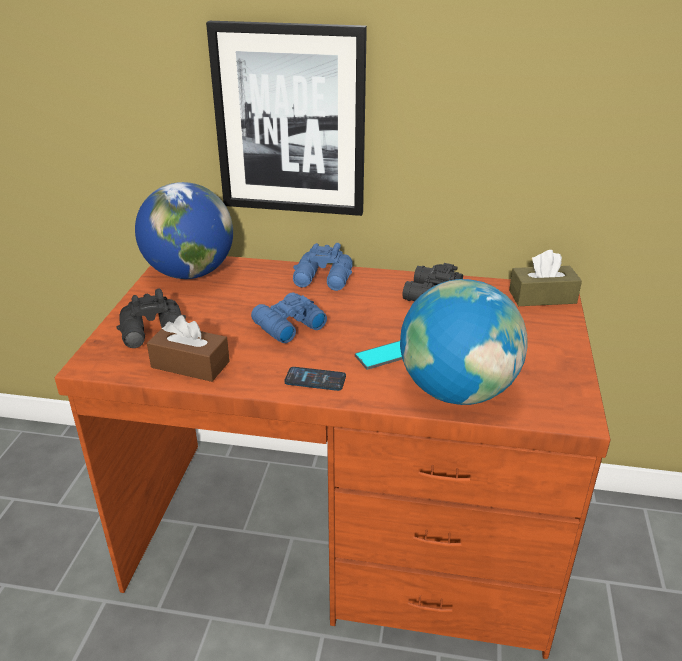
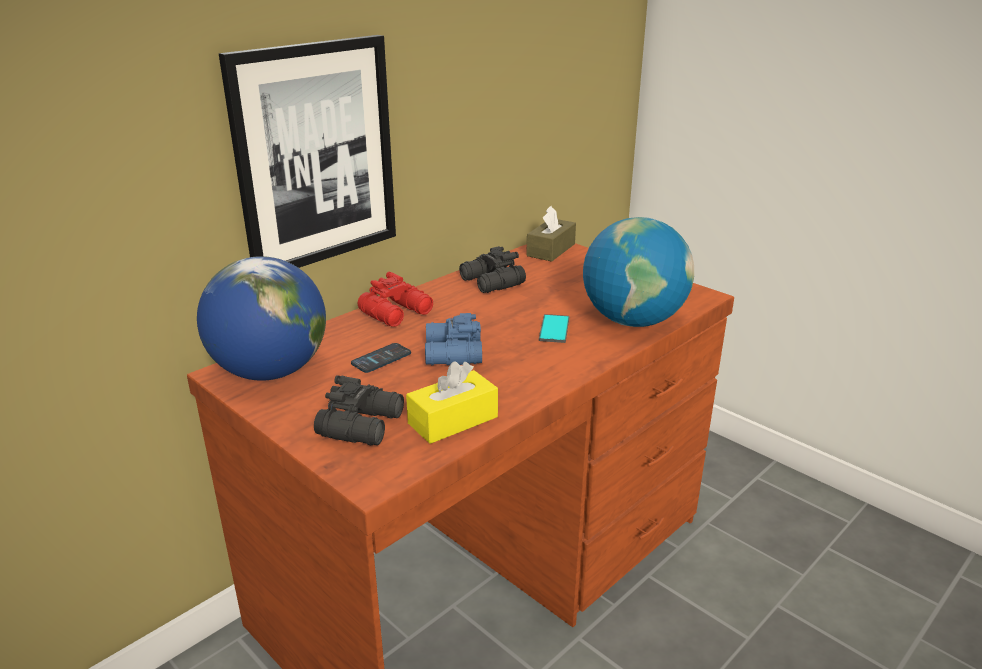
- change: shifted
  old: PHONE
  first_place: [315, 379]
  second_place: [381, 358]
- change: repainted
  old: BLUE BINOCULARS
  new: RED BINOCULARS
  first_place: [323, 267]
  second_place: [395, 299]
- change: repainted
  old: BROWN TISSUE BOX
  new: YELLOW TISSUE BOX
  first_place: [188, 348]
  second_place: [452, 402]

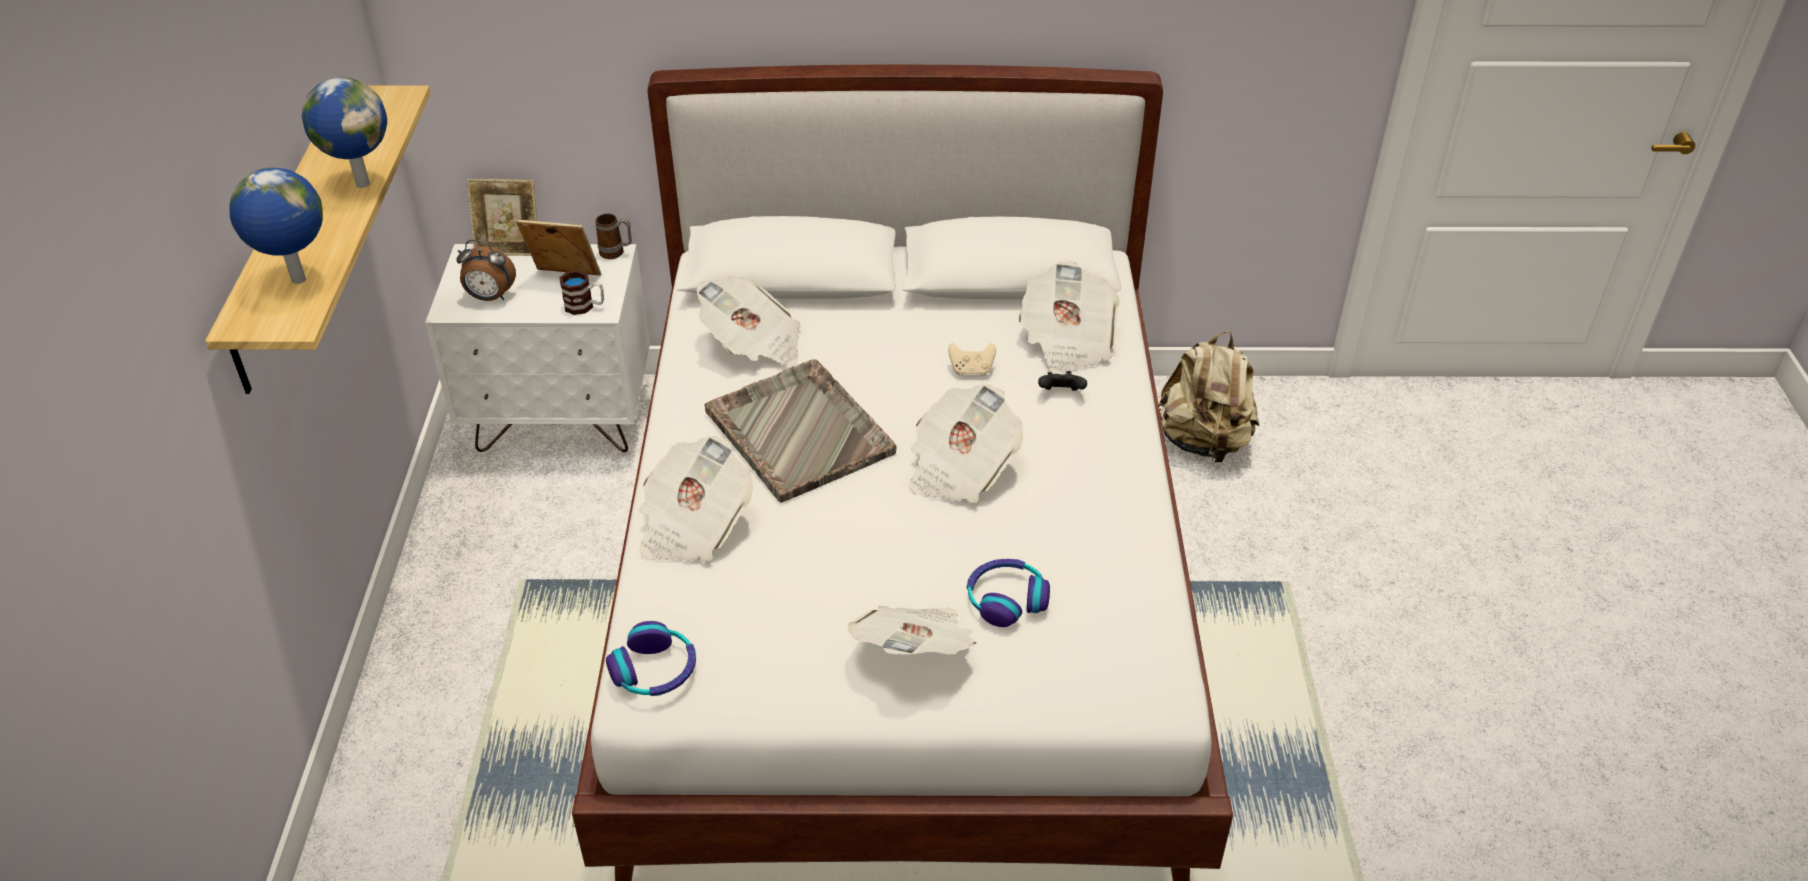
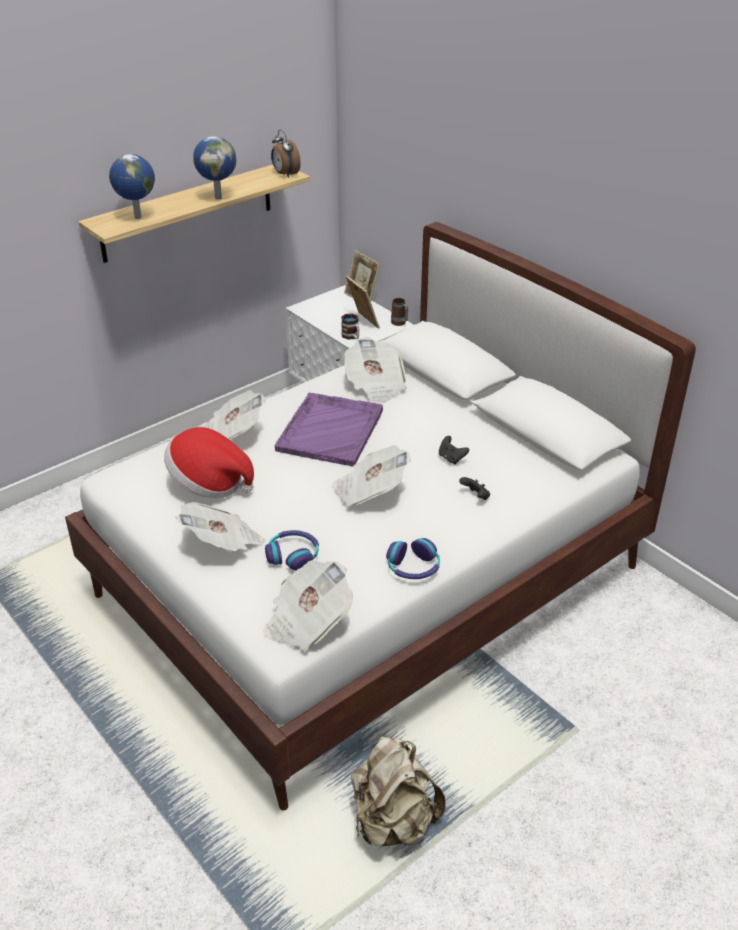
- change: new
  new: HAT
  second_place: [209, 462]
- change: shifted
  old: NEWSPAPER
  first_place: [1069, 318]
  second_place: [308, 605]
- change: shifted
  old: ALARM CLOCK
  first_place: [486, 270]
  second_place: [286, 154]
- change: repainted
  old: GREY TRAY
  new: PURPLE TRAY
  first_place: [800, 430]
  second_place: [329, 430]
- change: shifted
  old: BEIGE BACKPACK
  first_place: [1209, 397]
  second_place: [398, 791]
- change: shifted
  old: HEADPHONES
  first_place: [651, 658]
  second_place: [413, 558]
- change: repainted
  old: BEIGE GAME CONTROLLER
  new: BLACK GAME CONTROLLER
  first_place: [972, 359]
  second_place: [454, 450]

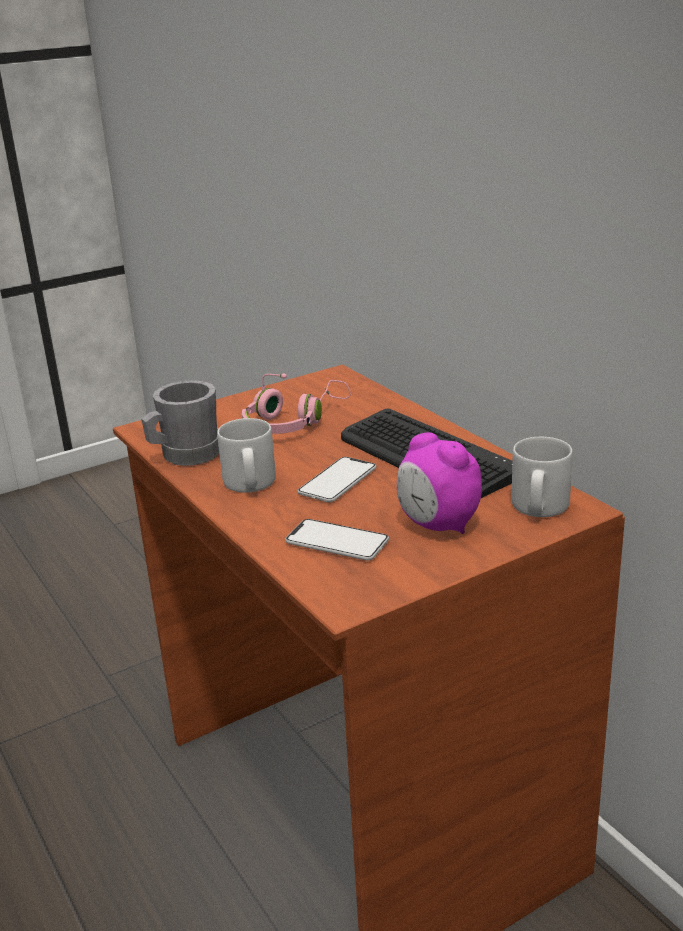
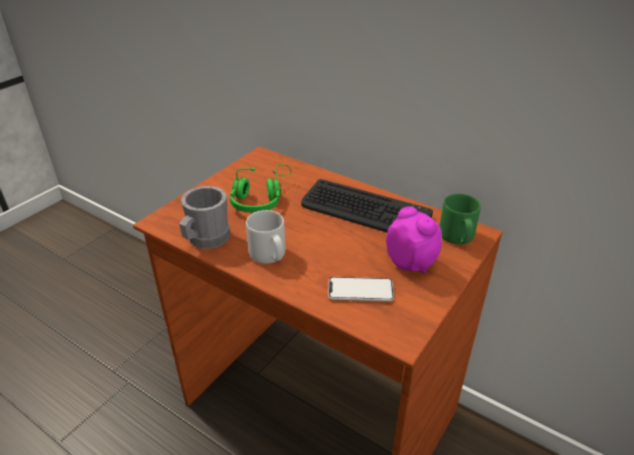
- change: repainted
  old: PINK HEADPHONES
  new: GREEN HEADPHONES
  first_place: [296, 403]
  second_place: [260, 189]
- change: rotated
  old: ALARM CLOCK
  first_place: [439, 483]
  second_place: [414, 240]
  degrees: -150
- change: repainted
  old: GREY MUG
  new: GREEN MUG
  first_place: [542, 477]
  second_place: [460, 218]
- change: gone
  old: PHONE
  first_place: [336, 479]

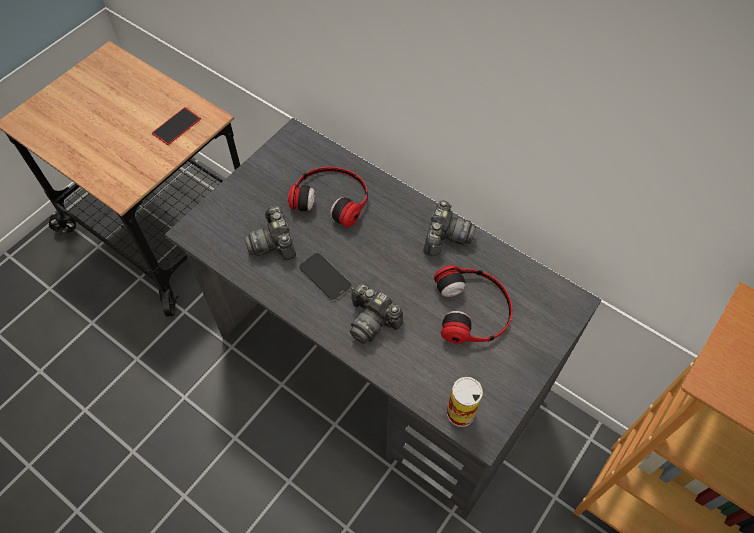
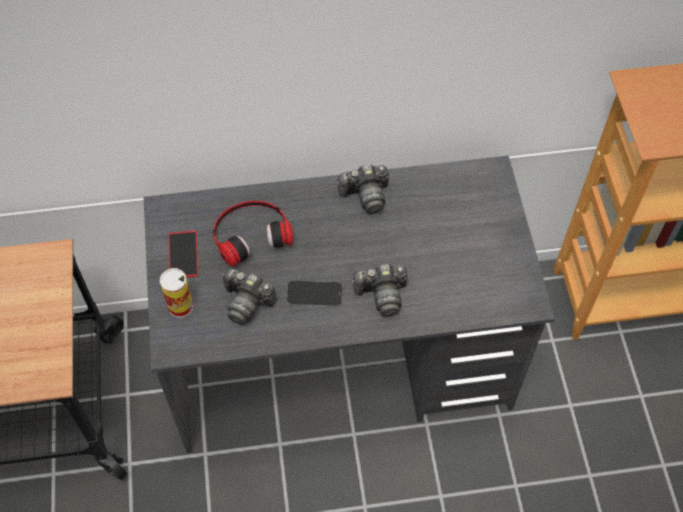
- change: shifted
  old: CAN
  first_place: [465, 402]
  second_place: [177, 293]
- change: shifted
  old: PHONE
  first_place: [176, 126]
  second_place: [183, 254]
- change: rotated
  old: PHOTO CAMERA
  first_place: [449, 228]
  second_place: [363, 189]
  degrees: 105
- change: gone
  old: HEADPHONES
  first_place: [473, 304]

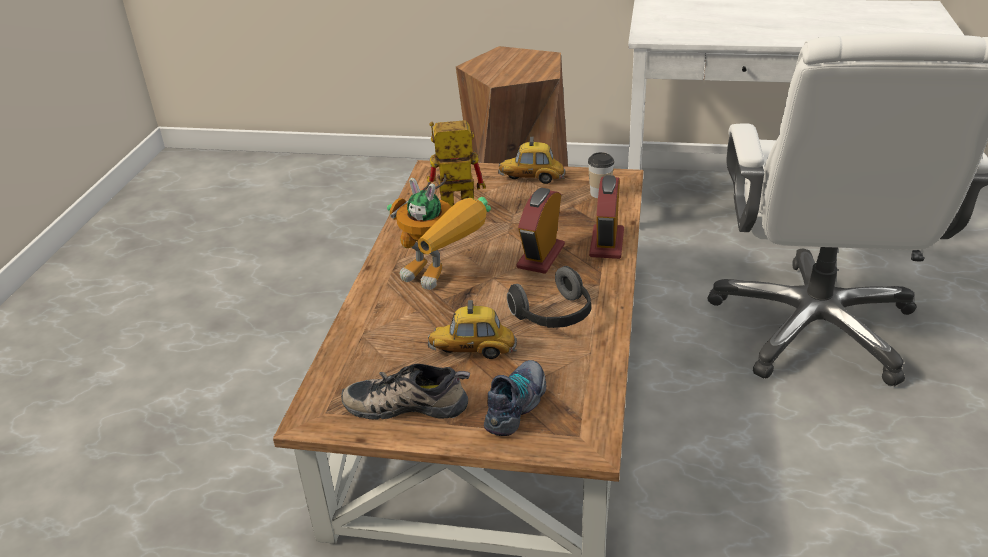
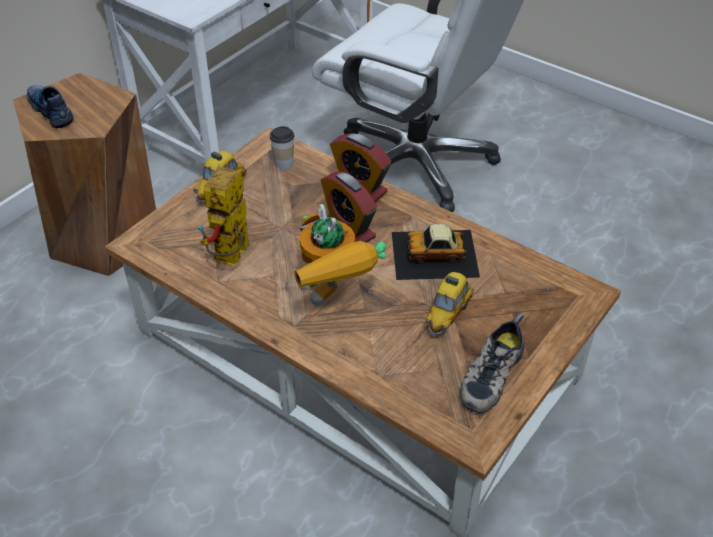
- change: shifted
  old: SHOE
  first_place: [515, 398]
  second_place: [50, 106]
- change: rotated
  old: TOY ROBOT
  first_place: [439, 234]
  second_place: [340, 255]
  degrees: 90
- change: swapped
  old: HEADPHONES
  new: TOY CAR
  first_place: [549, 297]
  second_place: [436, 252]

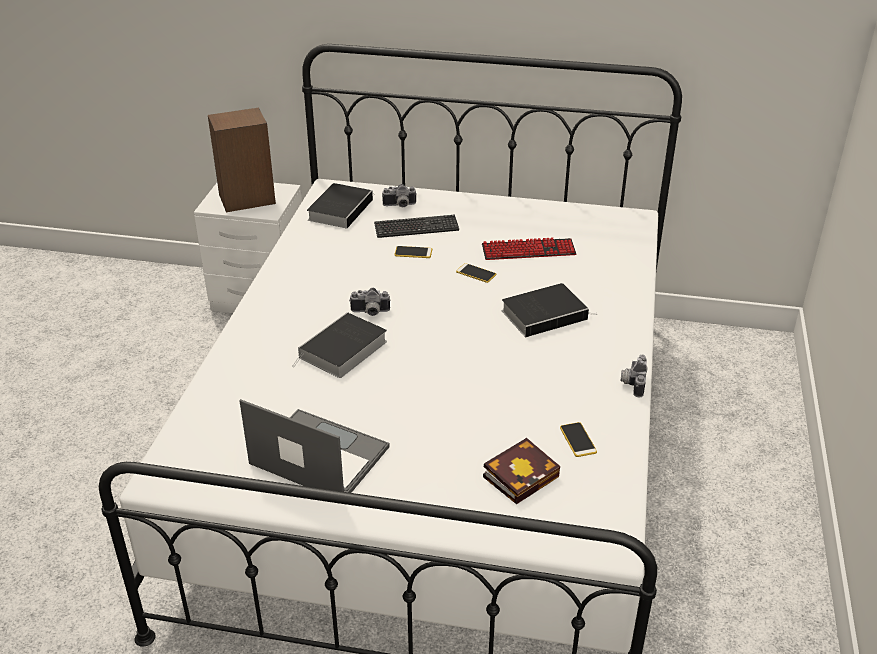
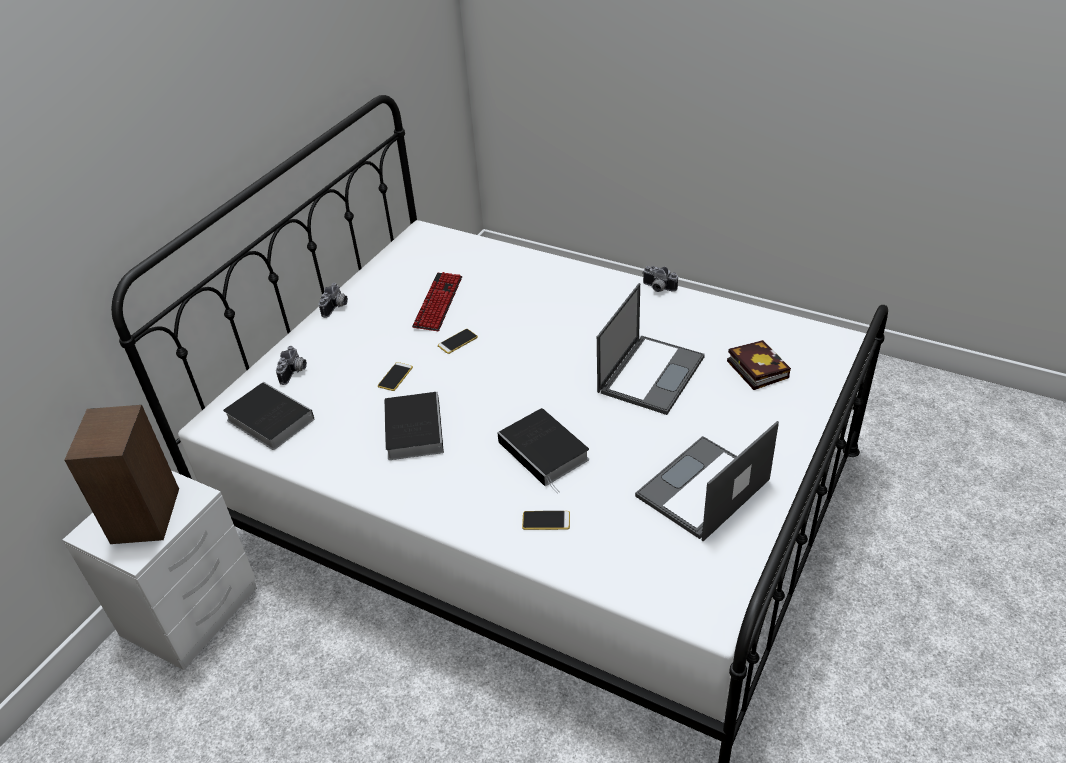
- change: shifted
  old: PHOTO CAMERA
  first_place: [369, 302]
  second_place: [333, 300]
- change: shifted
  old: BOOK
  first_place: [549, 310]
  second_place: [414, 426]
- change: shifted
  old: PHONE
  first_place: [578, 439]
  second_place: [546, 520]
- change: new
  new: LAPTOP
  second_place: [651, 349]
- change: gone
  old: KEYBOARD
  first_place: [416, 226]

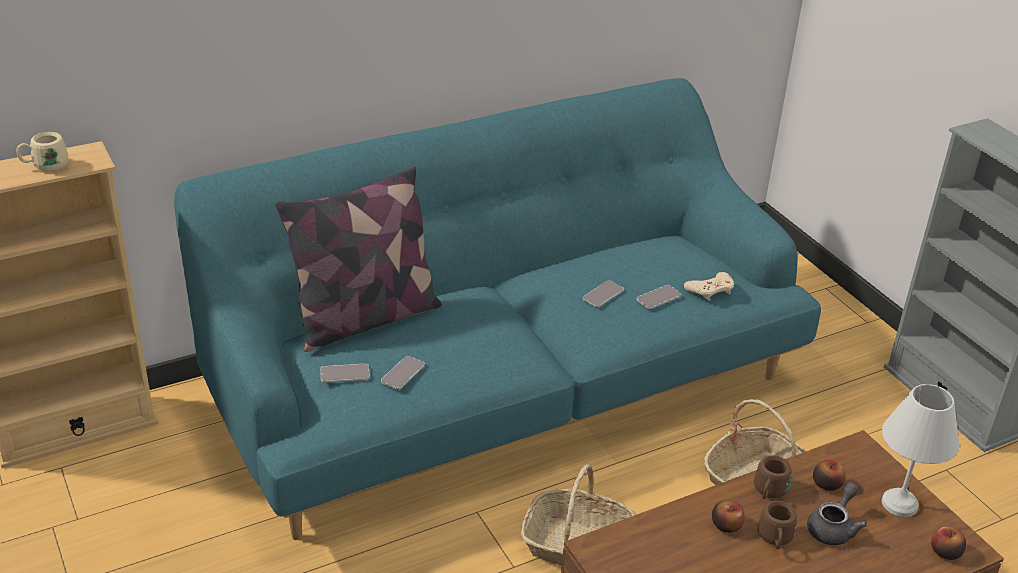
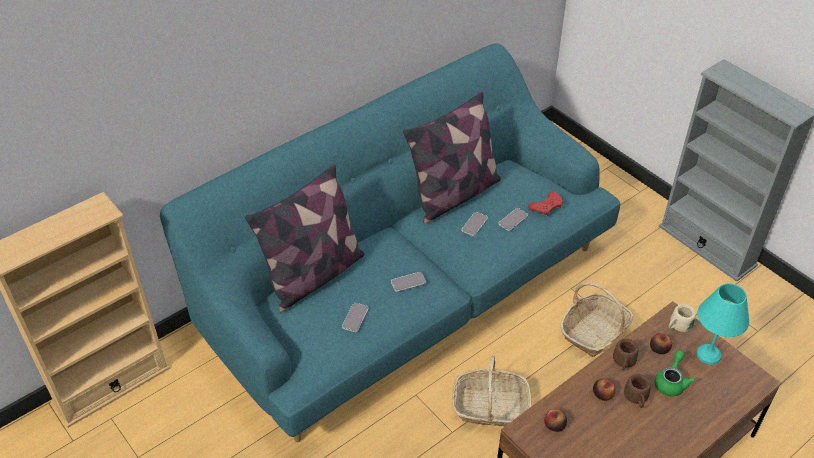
- change: shifted
  old: PHONE
  first_place: [345, 373]
  second_place: [408, 282]
- change: new
  new: PILLOW
  second_place: [452, 158]
- change: repainted
  old: BEIGE GAME CONTROLLER
  new: RED GAME CONTROLLER
  first_place: [709, 286]
  second_place: [545, 203]
- change: shifted
  old: APPLE
  first_place: [948, 543]
  second_place: [555, 420]
- change: repainted
  old: GREY TEAPOT
  new: GREEN TEAPOT
  first_place: [837, 513]
  second_place: [675, 373]
- change: shifted
  old: BEIGE MUG
  first_place: [42, 152]
  second_place: [682, 318]
- change: repainted
  old: WHITE TABLE LAMP
  new: TURQUOISE TABLE LAMP
  first_place: [920, 450]
  second_place: [723, 324]

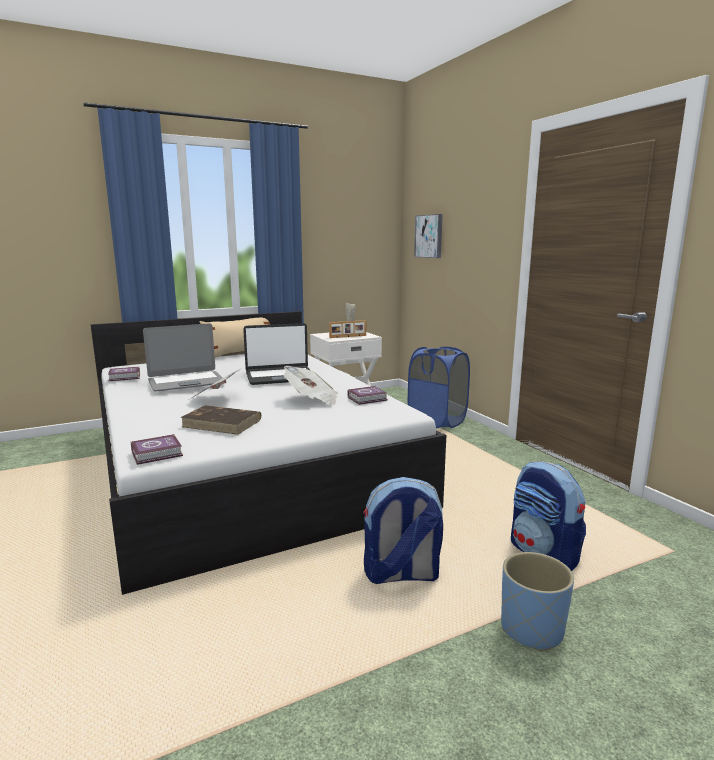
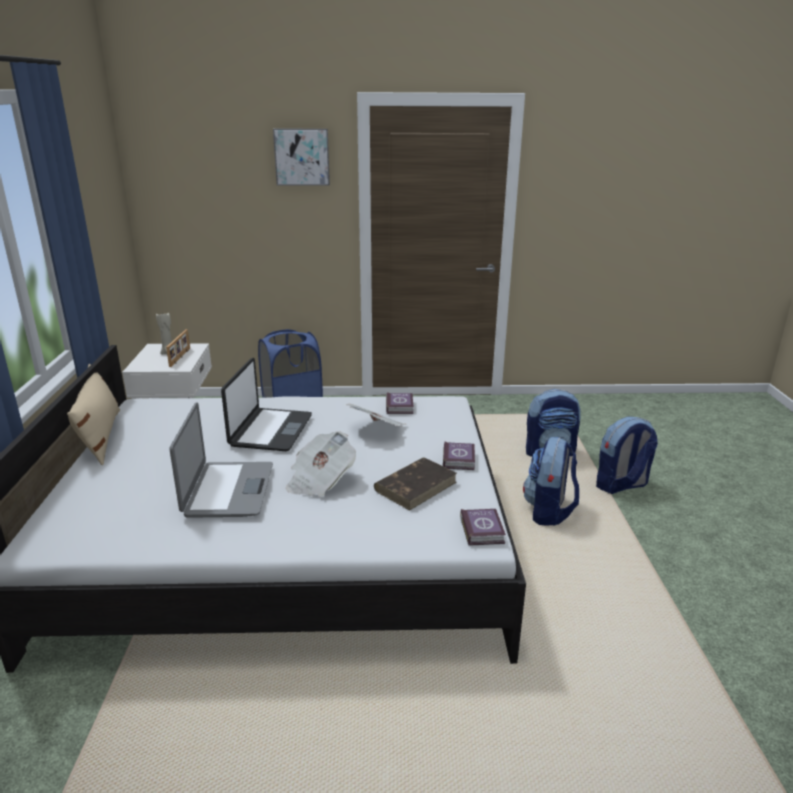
- change: shifted
  old: PICTURE
  first_place: [428, 236]
  second_place: [301, 157]
- change: shifted
  old: BOOK
  first_place: [124, 374]
  second_place: [459, 456]
- change: swapped
  old: BLUE PLANTER
  new: BACKPACK
  first_place: [537, 602]
  second_place: [627, 455]

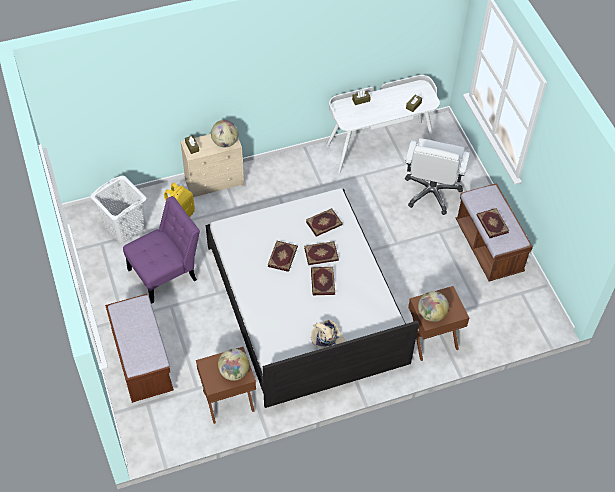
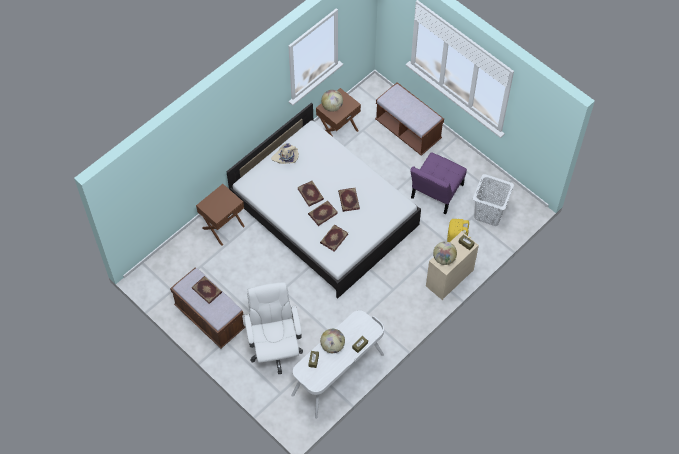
- change: shifted
  old: GLOBE
  first_place: [433, 306]
  second_place: [332, 341]

